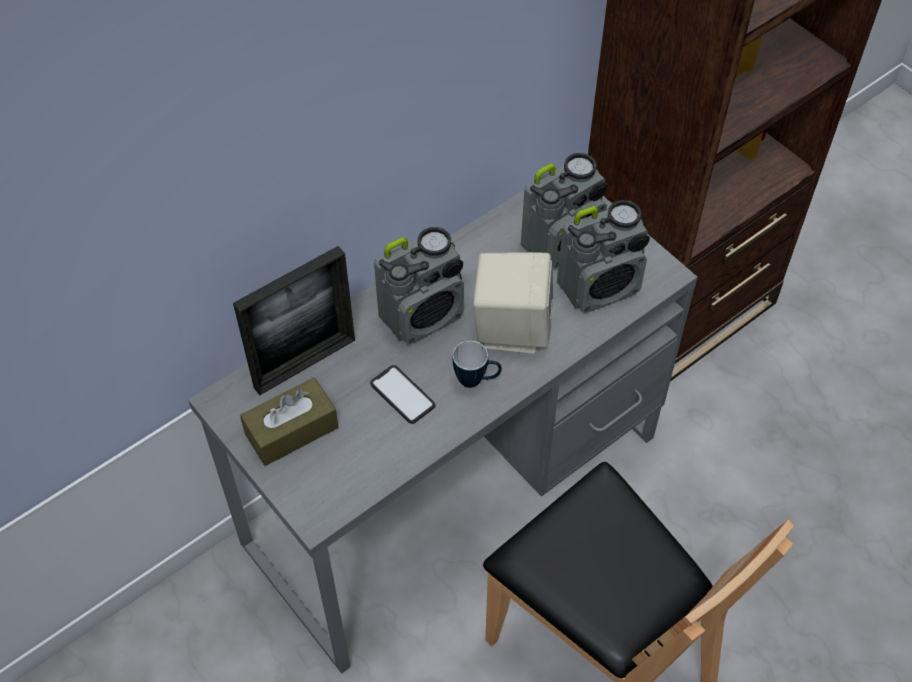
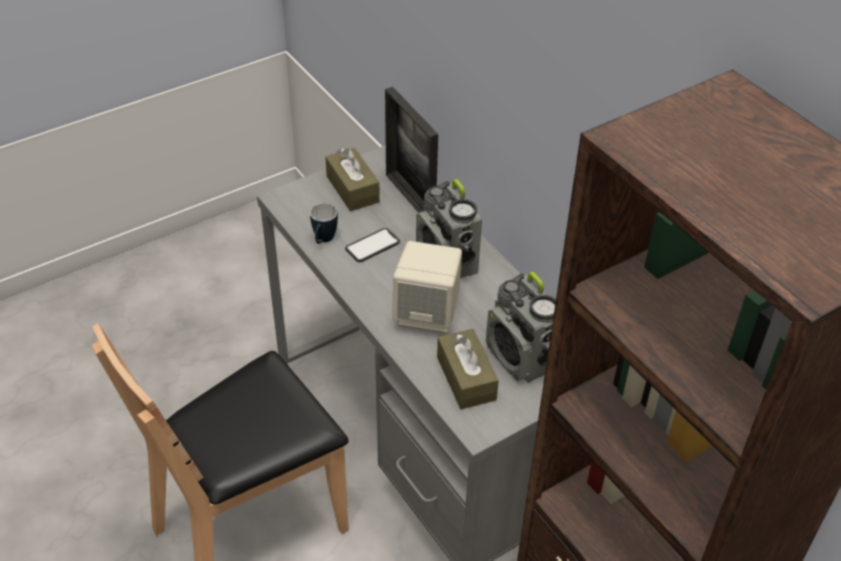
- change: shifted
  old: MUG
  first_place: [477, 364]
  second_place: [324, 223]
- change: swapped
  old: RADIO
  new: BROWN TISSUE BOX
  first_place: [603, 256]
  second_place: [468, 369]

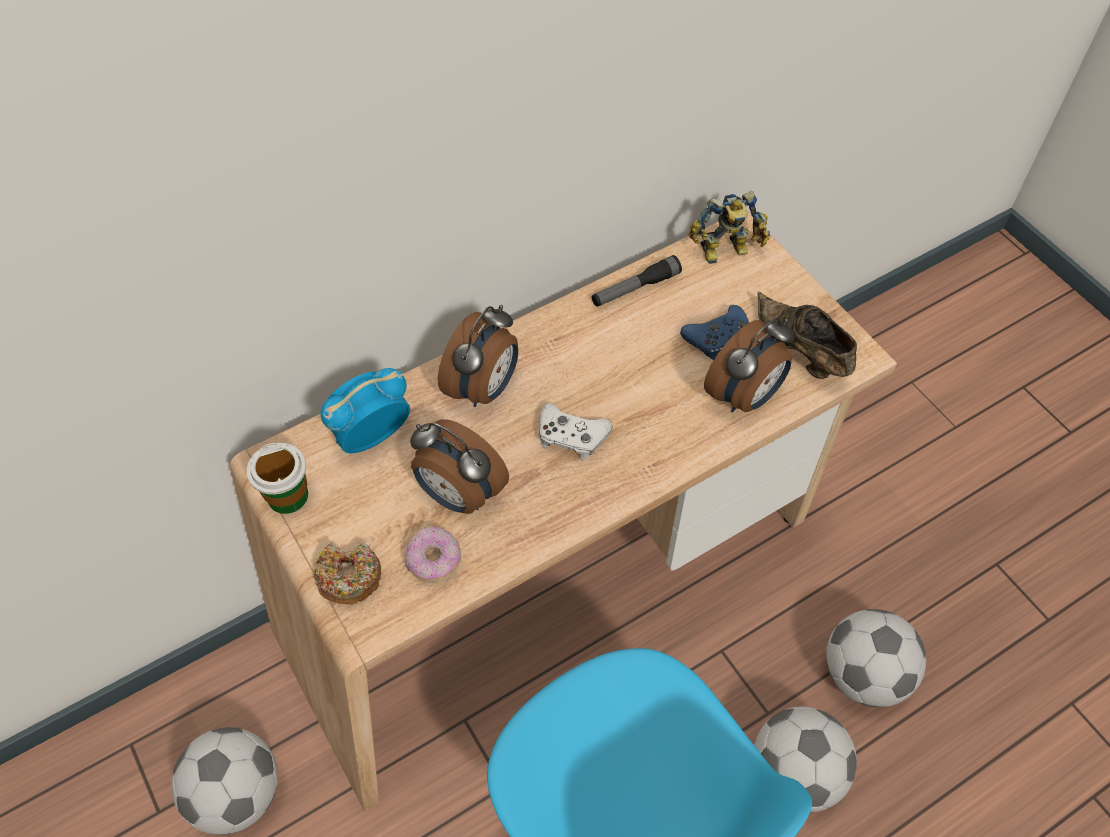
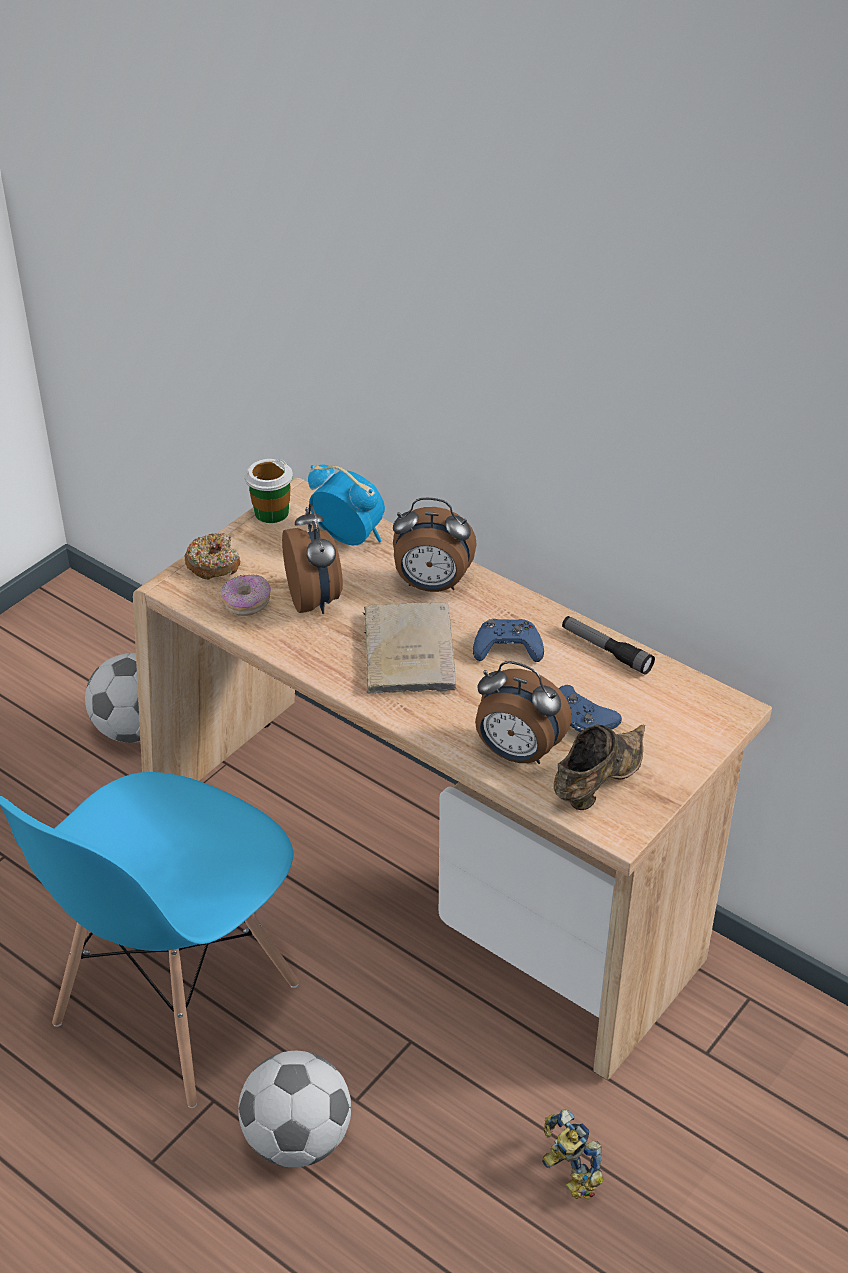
- change: rotated
  old: ALARM CLOCK
  first_place: [459, 466]
  second_place: [312, 559]
  degrees: 150
- change: swapped
  old: WHITE GAME CONTROLLER
  new: BEIGE BOOK
  first_place: [575, 431]
  second_place: [410, 648]
- change: new
  new: BLUE GAME CONTROLLER
  second_place: [508, 640]
- change: shifted
  old: TOY ROBOT
  first_place: [729, 227]
  second_place: [572, 1154]
- change: gone
  old: FOOTBALL
  first_place: [876, 658]

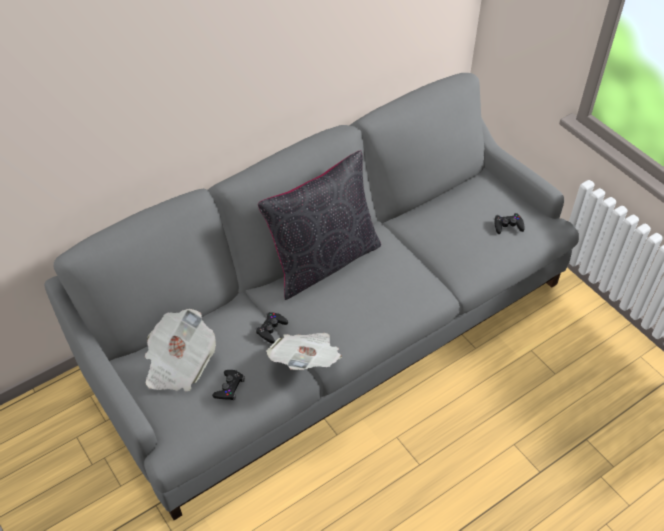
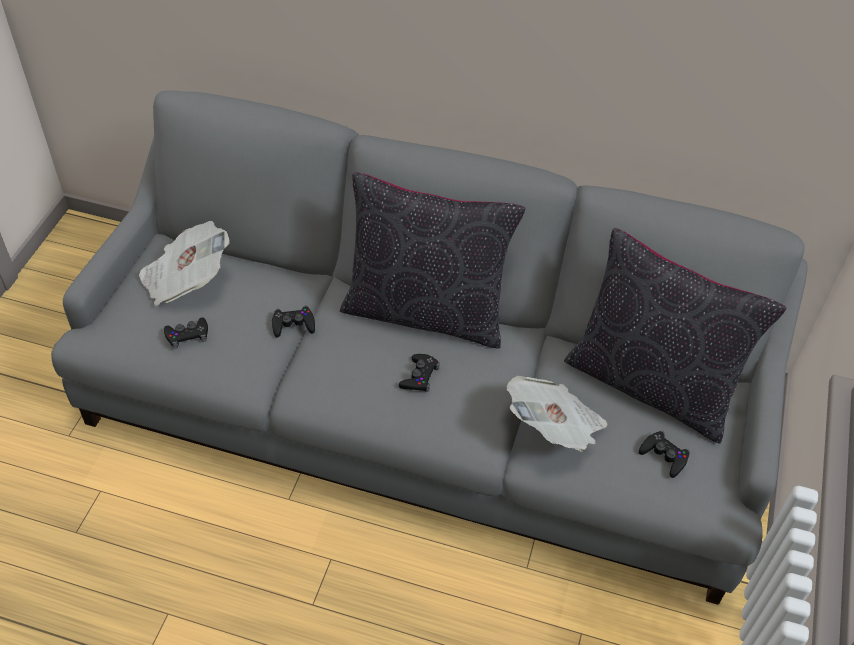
- change: new
  new: BLACK GAME CONTROLLER
  second_place: [419, 373]
- change: shifted
  old: NEWSPAPER
  first_place: [304, 351]
  second_place: [557, 413]
- change: new
  new: BLACK PILLOW
  second_place: [675, 336]

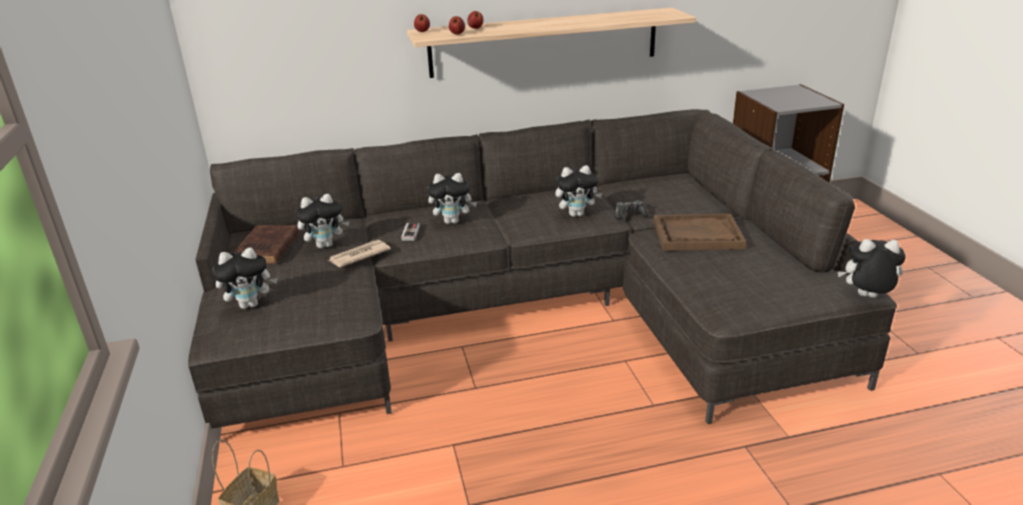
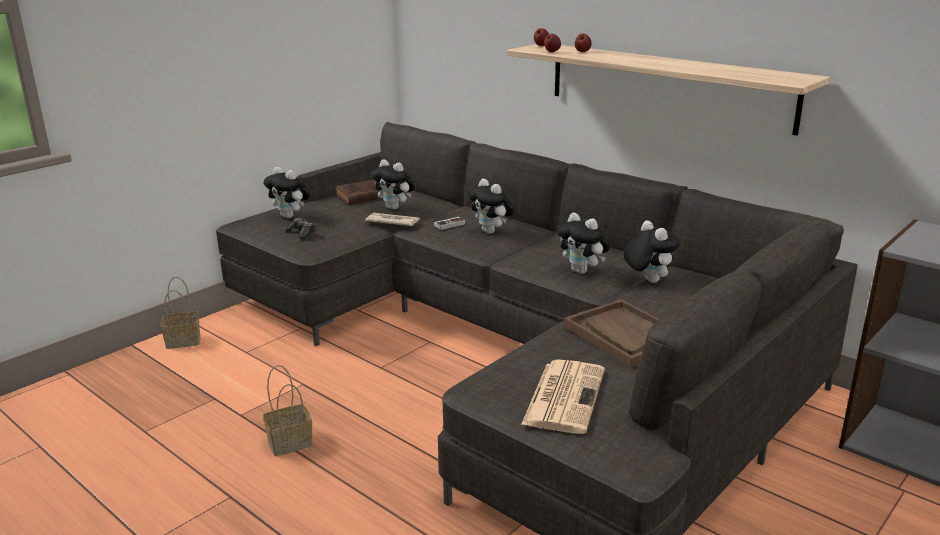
- change: new
  new: BASKET
  second_place: [288, 410]
- change: shifted
  old: GAME CONTROLLER
  first_place: [632, 209]
  second_place: [300, 228]
- change: new
  new: NEWSPAPER
  second_place: [563, 396]
- change: shifted
  old: PLUSH TOY
  first_place: [871, 268]
  second_place: [652, 251]

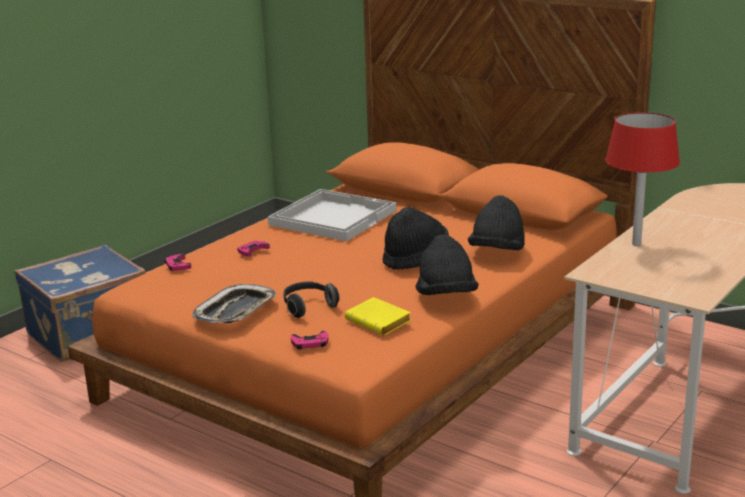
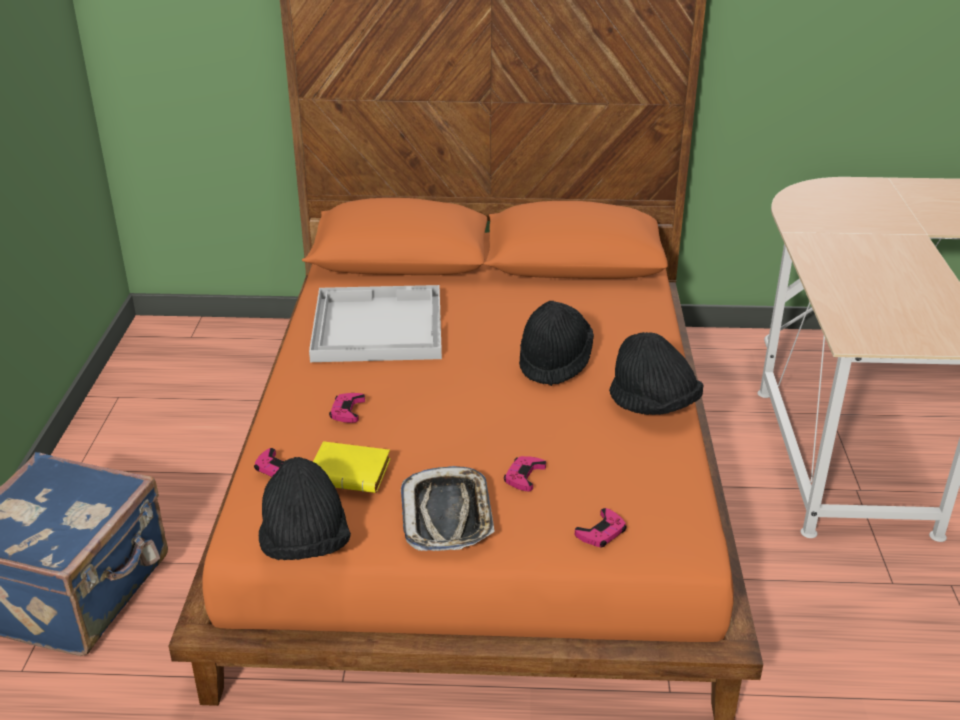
- change: shifted
  old: BLACK HAT
  first_place: [496, 222]
  second_place: [305, 508]
- change: shifted
  old: YELLOW BOOK
  first_place: [378, 316]
  second_place: [352, 467]
- change: swapped
  old: HEADPHONES
  new: PINK GAME CONTROLLER
  first_place: [311, 299]
  second_place: [525, 473]
- change: gone
  old: RED TABLE LAMP
  first_place: [642, 179]

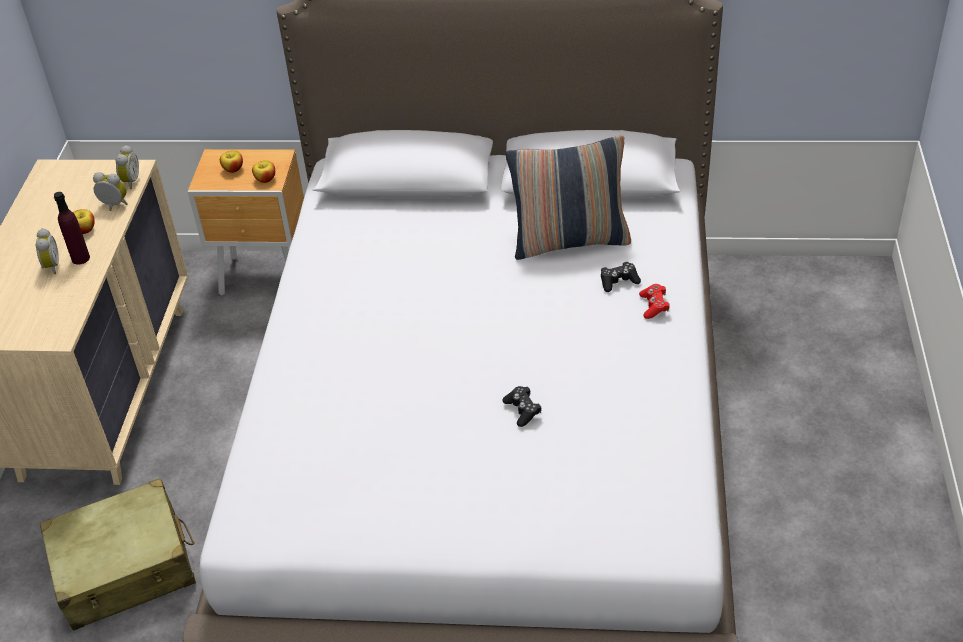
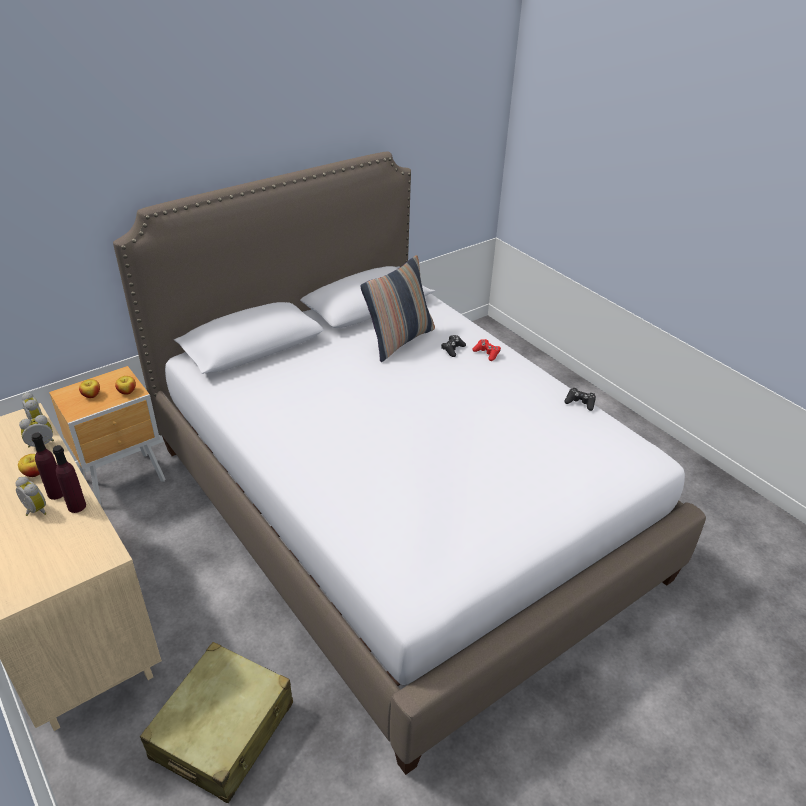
- change: new
  new: PURPLE BOTTLE
  second_place: [69, 479]
- change: shifted
  old: BLACK GAME CONTROLLER
  first_place: [522, 406]
  second_place: [580, 399]

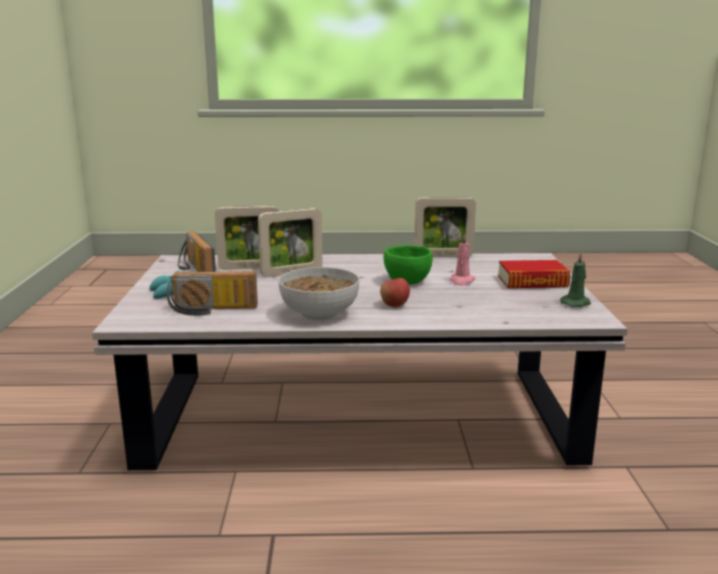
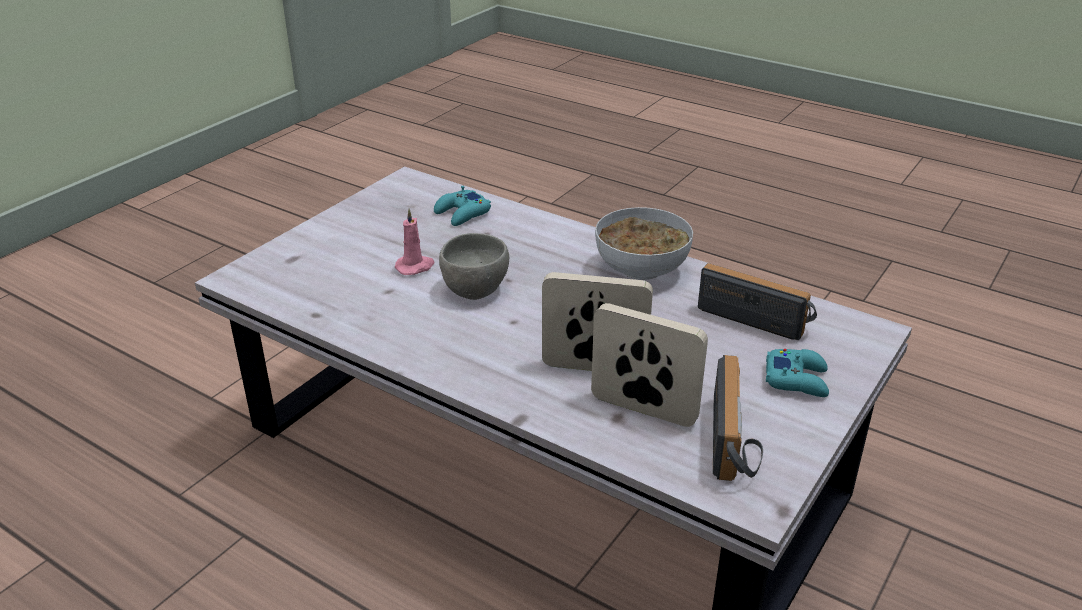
- change: new
  new: TURQUOISE GAME CONTROLLER
  second_place: [462, 206]
- change: repainted
  old: GREEN BOWL
  new: GREY BOWL
  first_place: [408, 265]
  second_place: [474, 266]
- change: gone
  old: APPLE
  first_place: [395, 292]
- change: gone
  old: PICTURE FRAME
  first_place: [445, 227]
- change: gone
  old: BOOK
  first_place: [534, 274]
- change: gone
  old: GREEN CANDLE
  first_place: [575, 280]

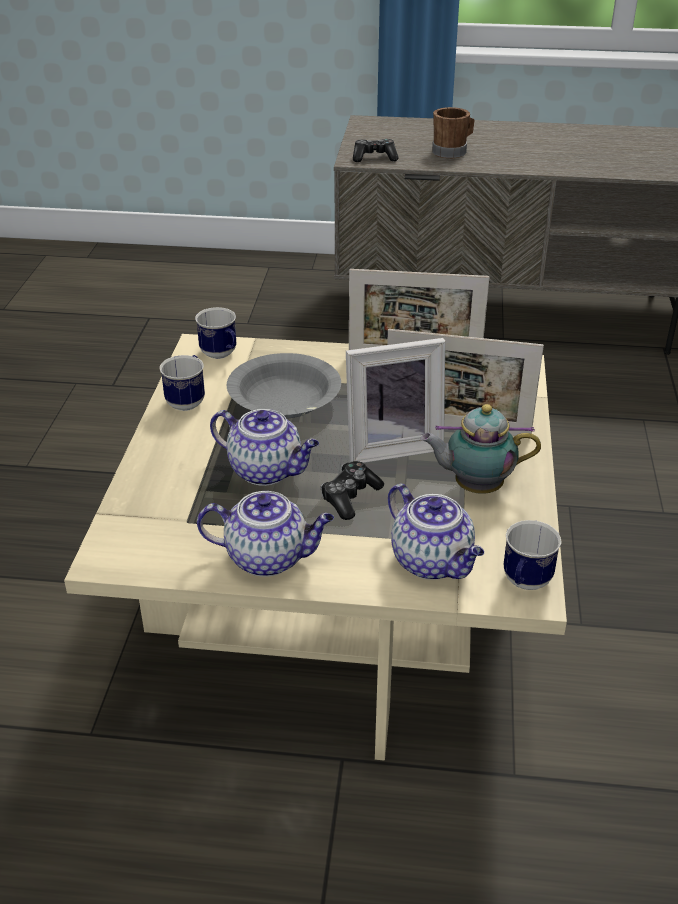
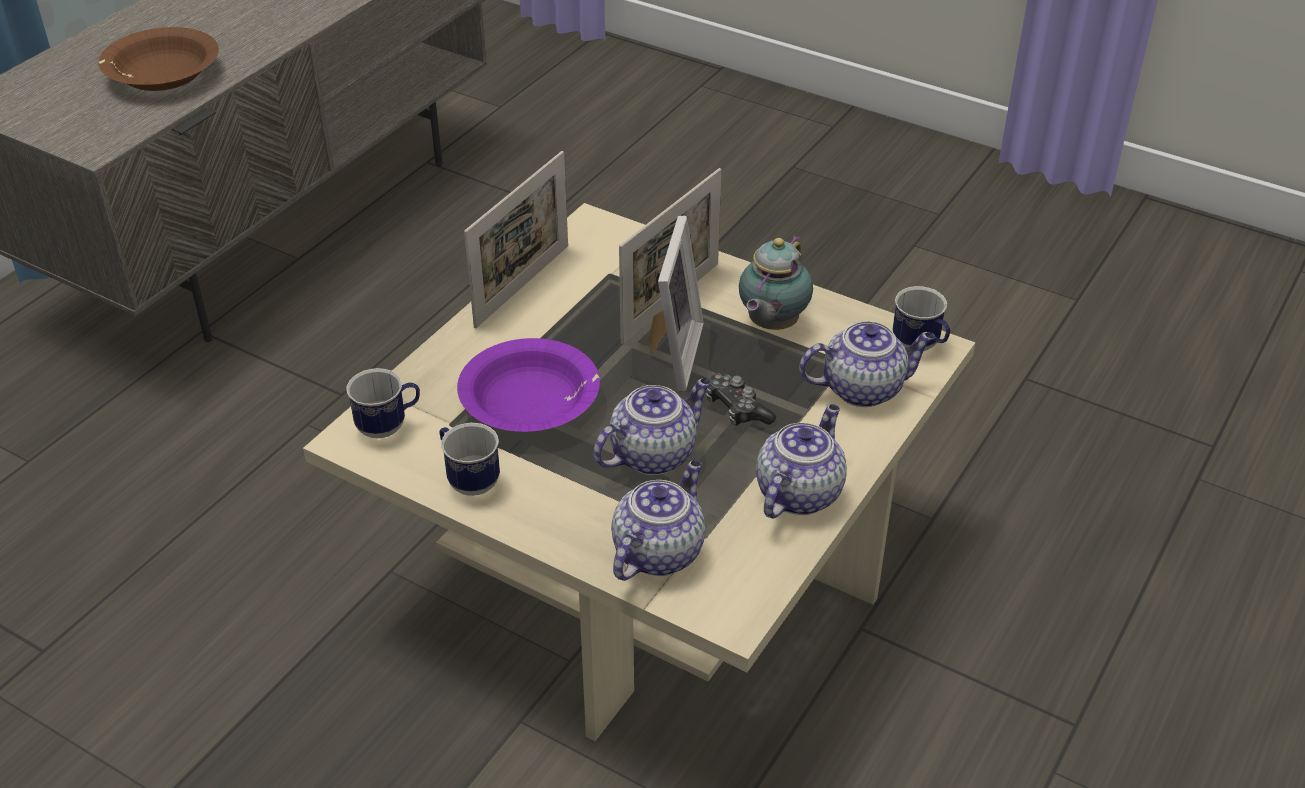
- change: swapped
  old: BROWN MUG
  new: BROWN BOWL
  first_place: [453, 132]
  second_place: [158, 59]
- change: repainted
  old: GREY BOWL
  new: PURPLE BOWL
  first_place: [284, 386]
  second_place: [528, 385]
- change: new
  new: TEAPOT
  second_place: [658, 520]
- change: gone
  old: GAME CONTROLLER
  first_place: [376, 150]

